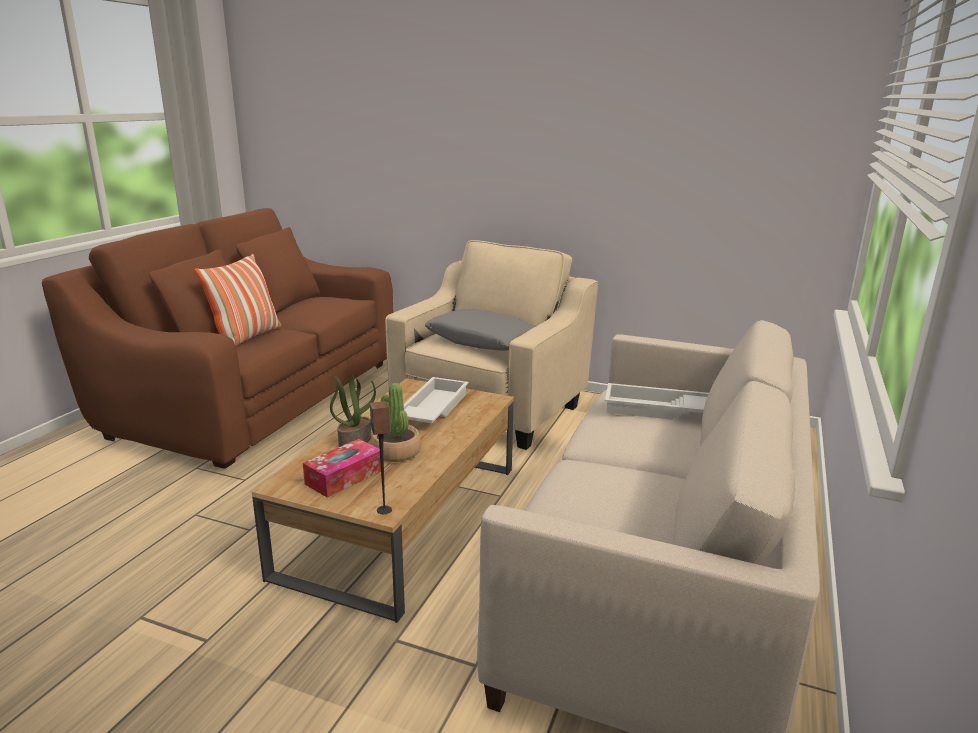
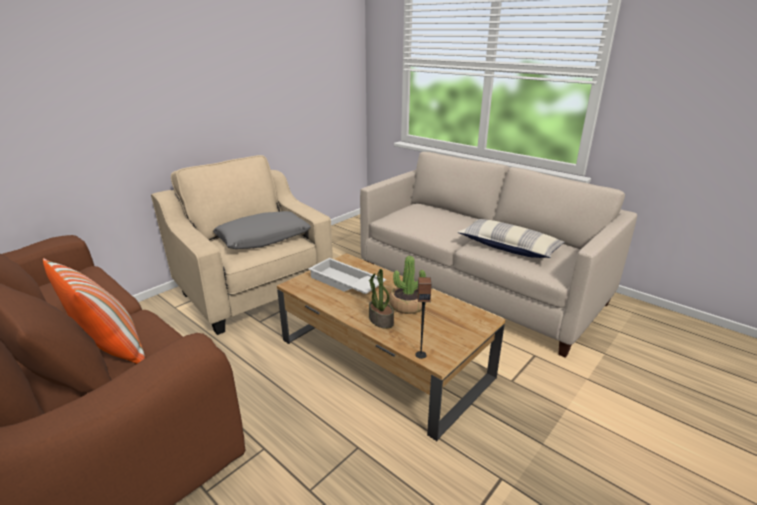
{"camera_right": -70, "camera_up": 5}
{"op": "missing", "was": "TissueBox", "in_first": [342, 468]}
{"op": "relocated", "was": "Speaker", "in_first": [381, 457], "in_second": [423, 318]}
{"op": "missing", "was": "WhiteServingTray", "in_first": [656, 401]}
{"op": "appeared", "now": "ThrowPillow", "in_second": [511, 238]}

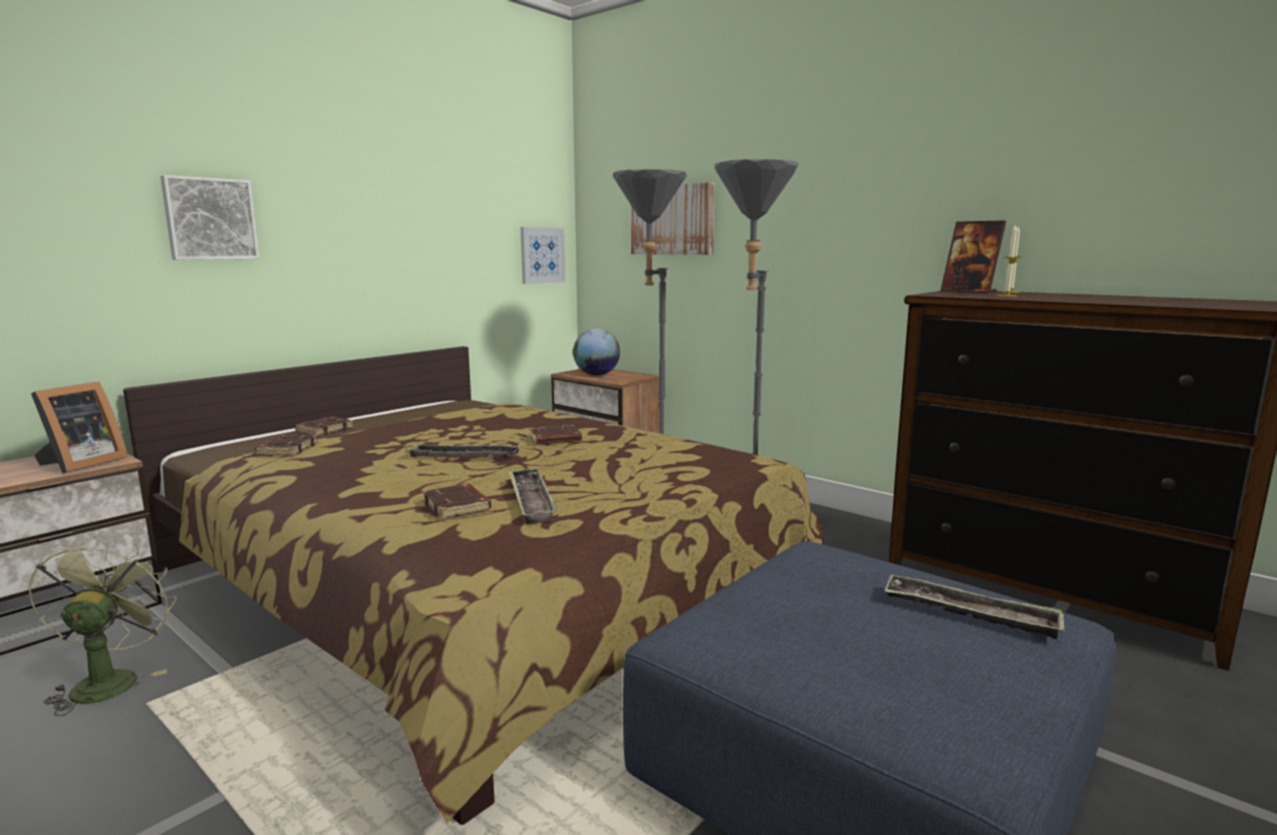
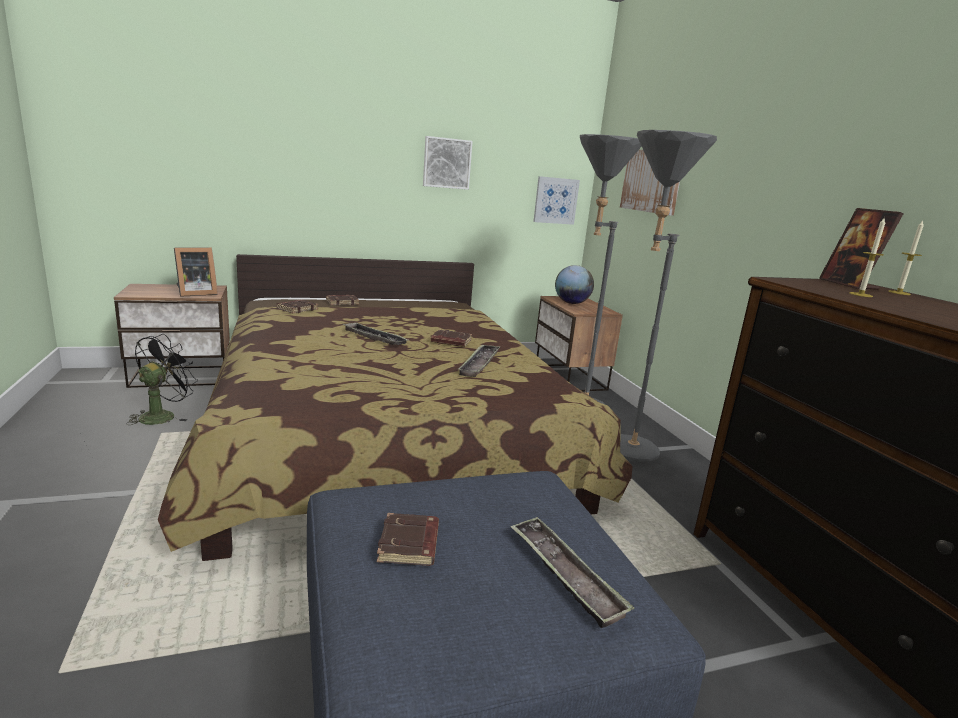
{"camera_right": 30, "camera_up": 5}
{"op": "colour", "was": "GreenishElectricFan", "now": "BlackColouredElectricFan", "in_first": [102, 626], "in_second": [162, 379]}
{"op": "relocated", "was": "WallPicture", "in_first": [209, 217], "in_second": [448, 163]}
{"op": "relocated", "was": "BrownColouredVolume", "in_first": [456, 501], "in_second": [408, 539]}
{"op": "relocated", "was": "ServingTray", "in_first": [533, 496], "in_second": [479, 361]}

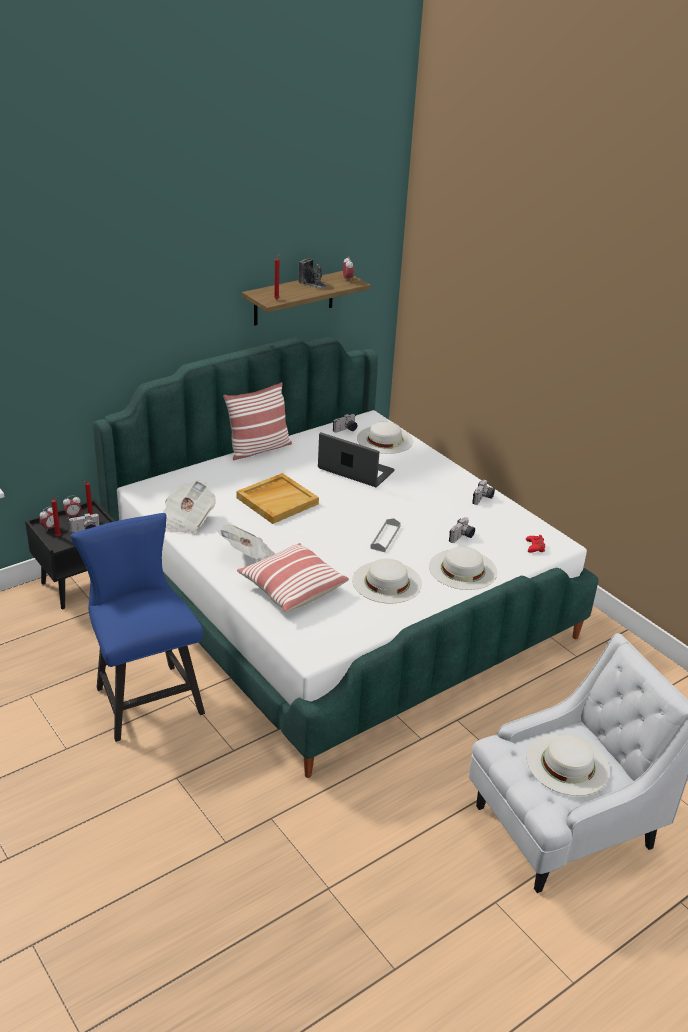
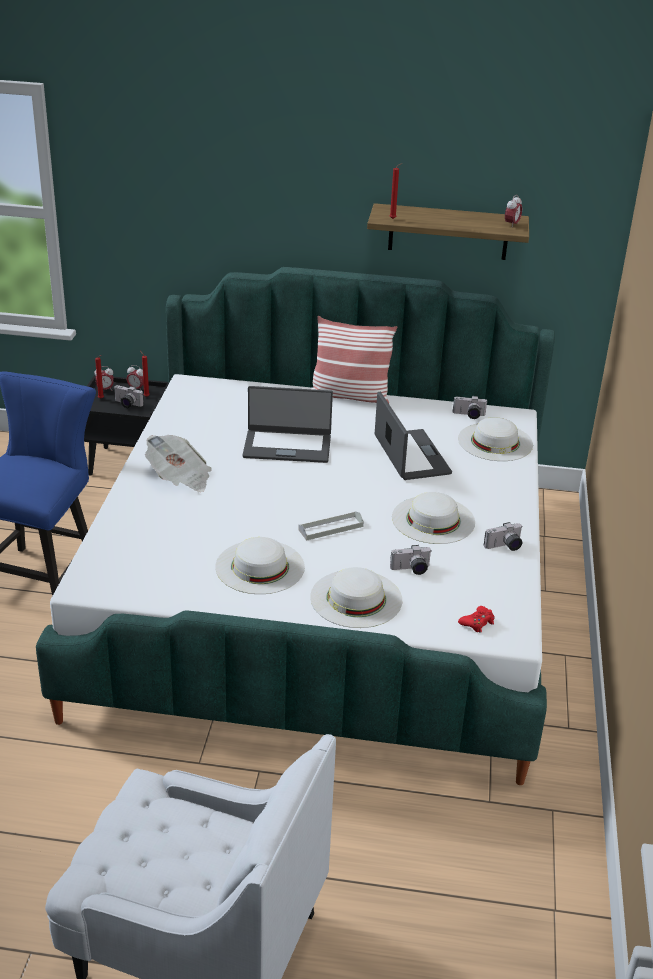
{"camera_right": 45, "camera_up": 0}
{"op": "missing", "was": "Newspaper", "in_first": [189, 507]}
{"op": "exchanged", "was": "BeigeColouredServingTray", "now": "NotebookComputer", "in_first": [277, 498], "in_second": [287, 424]}
{"op": "missing", "was": "ThrowPillow", "in_first": [293, 577]}
{"op": "missing", "was": "PhotoCamera", "in_first": [313, 273]}
{"op": "relocated", "was": "WhiteHat", "in_first": [568, 764], "in_second": [433, 518]}

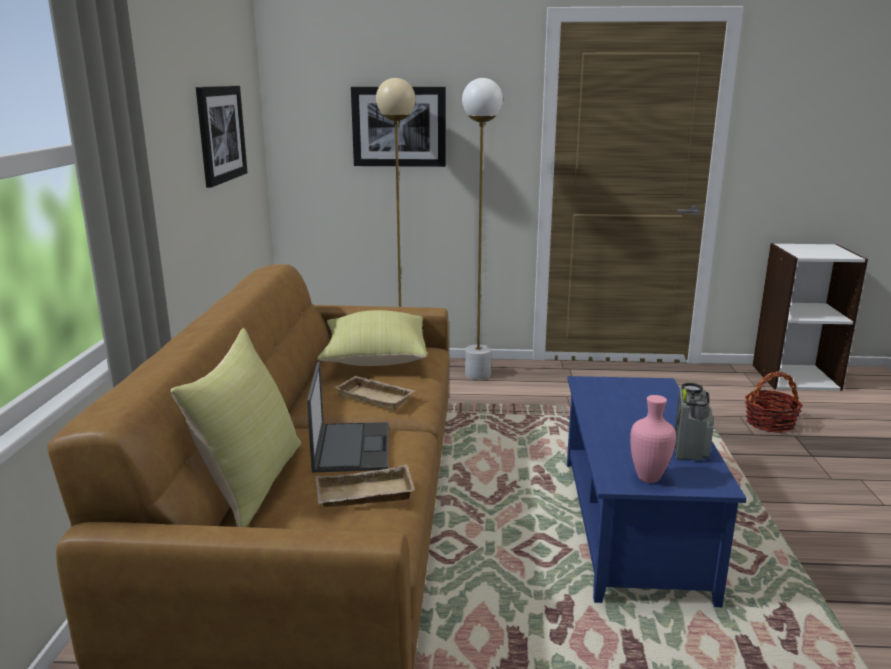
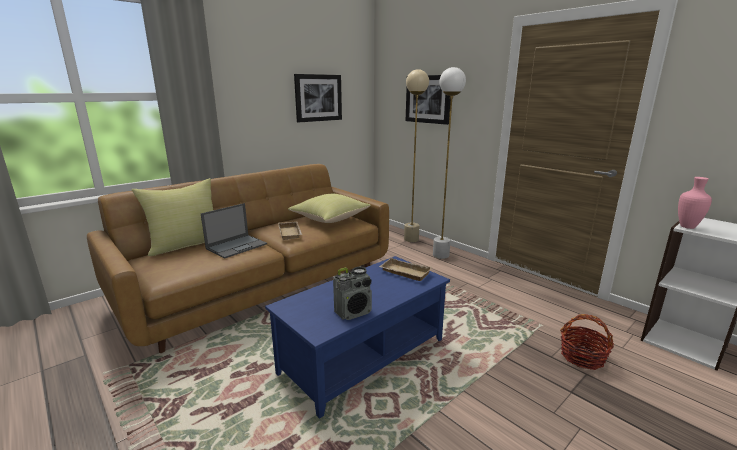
{"camera_right": 45, "camera_up": 0}
{"op": "relocated", "was": "BeigeColouredServingTray", "in_first": [365, 486], "in_second": [405, 269]}
{"op": "relocated", "was": "PinkDecorativeVase", "in_first": [653, 439], "in_second": [695, 203]}

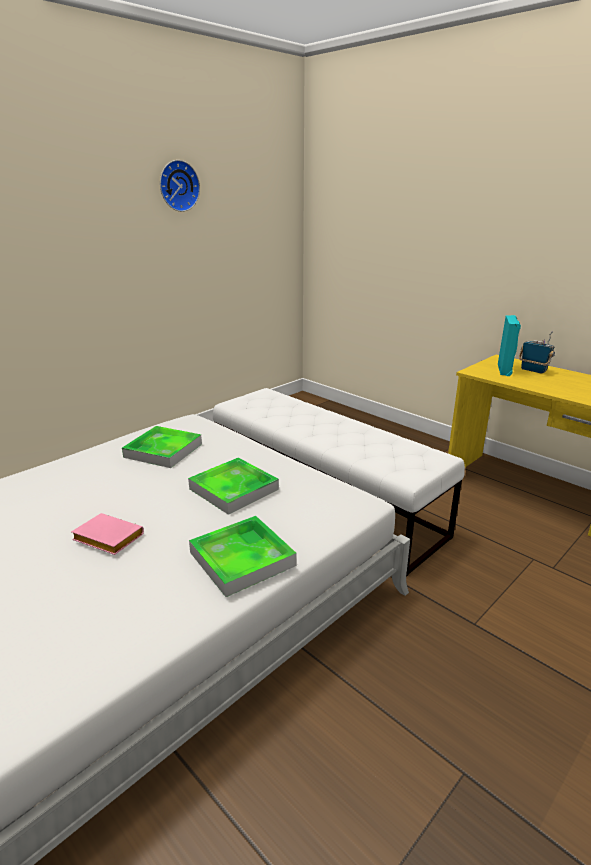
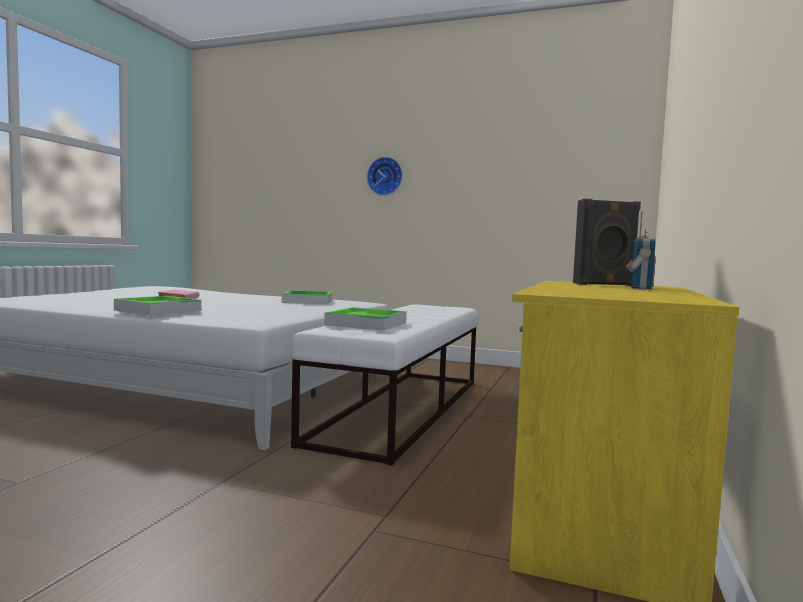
{"camera_right": 65, "camera_up": -20}
{"op": "relocated", "was": "WallClock", "in_first": [180, 186], "in_second": [385, 176]}
{"op": "relocated", "was": "ServingTray", "in_first": [233, 486], "in_second": [365, 318]}
{"op": "colour", "was": "TurquoiseColouredSpeaker", "now": "BlackColouredSpeaker", "in_first": [509, 345], "in_second": [607, 242]}

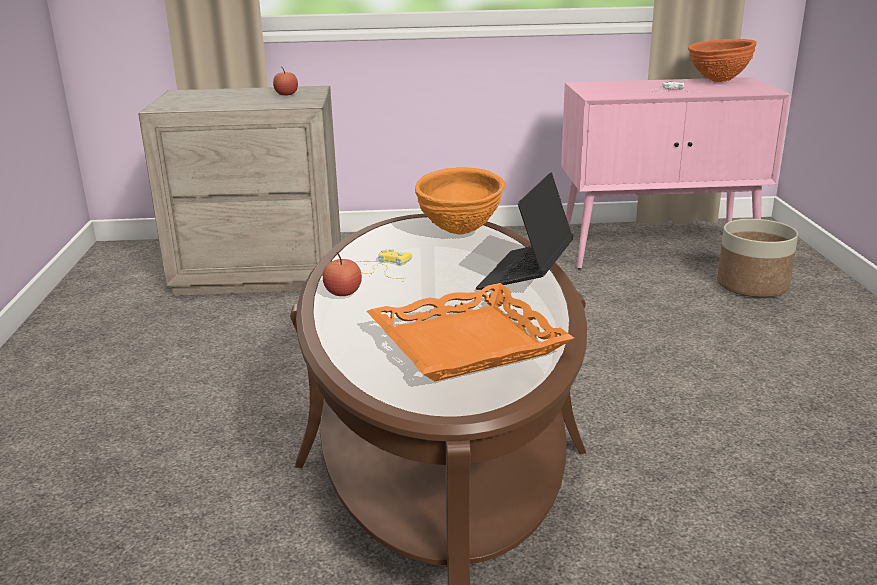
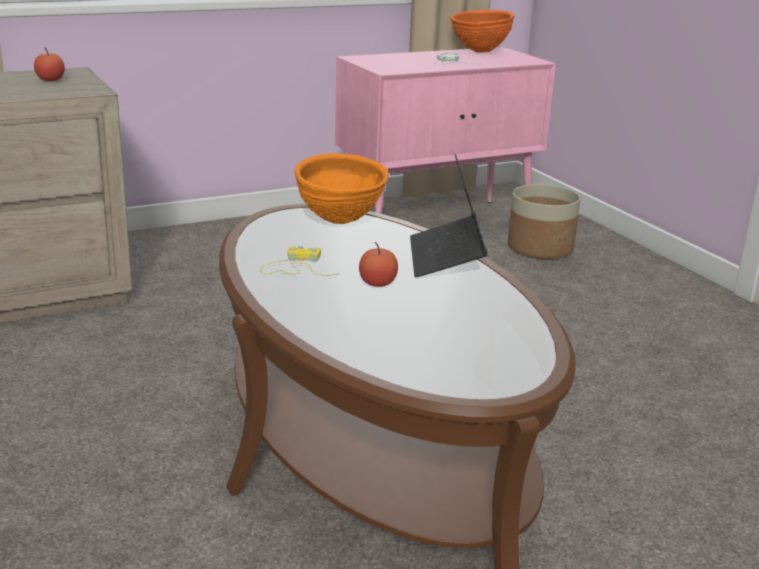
{"camera_right": -25, "camera_up": 0}
{"op": "relocated", "was": "WholeApple", "in_first": [342, 274], "in_second": [378, 264]}
{"op": "missing", "was": "OrangeyServingTray", "in_first": [470, 332]}

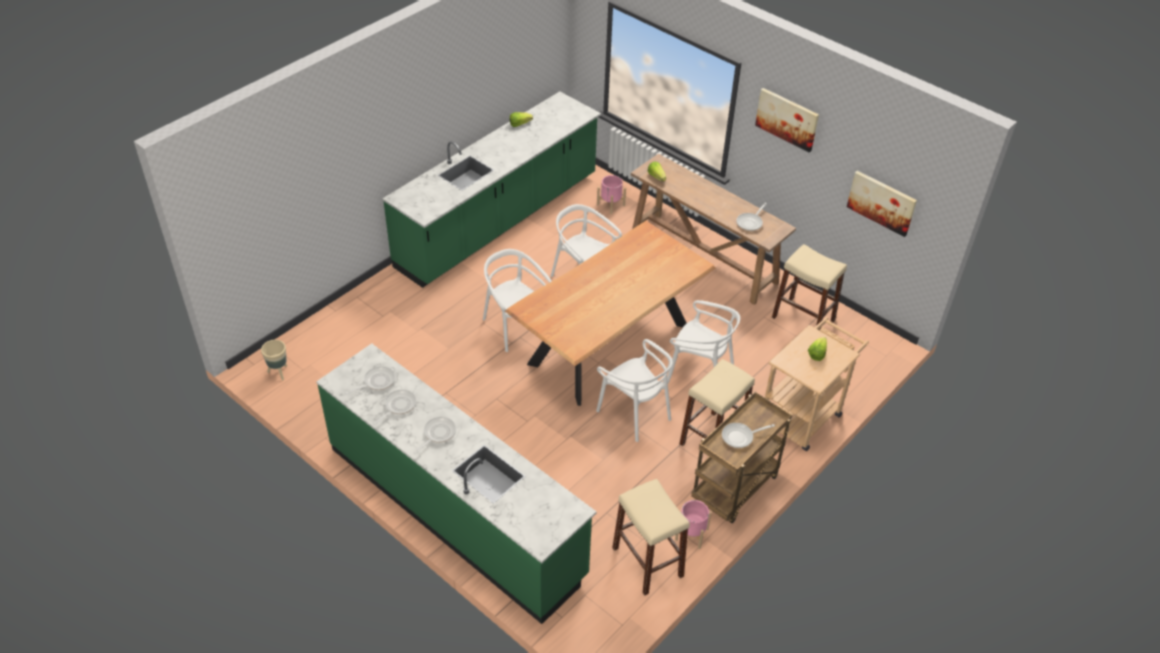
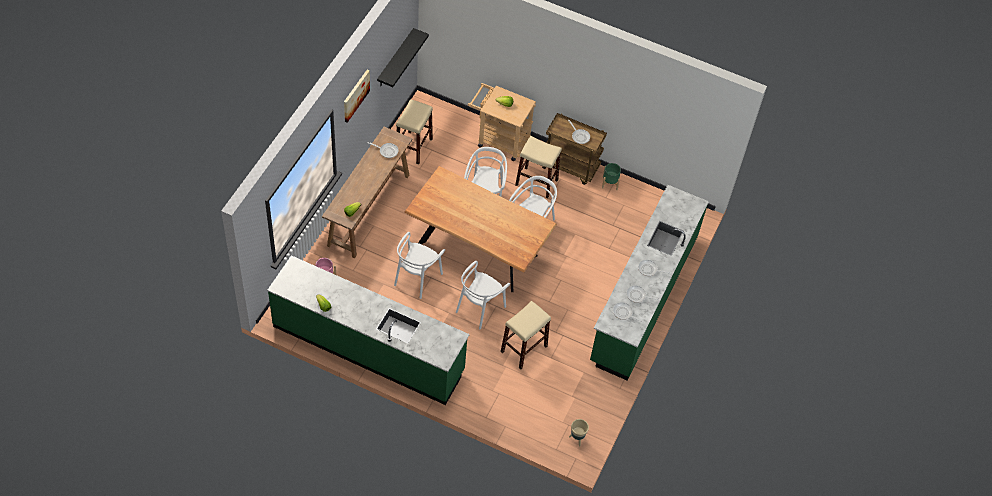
{"camera_right": -110, "camera_up": 10}
{"op": "relocated", "was": "BeigeColouredStoolSeat", "in_first": [651, 537], "in_second": [525, 335]}
{"op": "colour", "was": "PinkPlanter", "now": "GreenishPlanter", "in_first": [693, 524], "in_second": [611, 176]}
{"op": "exchanged", "was": "WallPicture", "now": "BlackColouredWallShelf", "in_first": [882, 204], "in_second": [403, 57]}

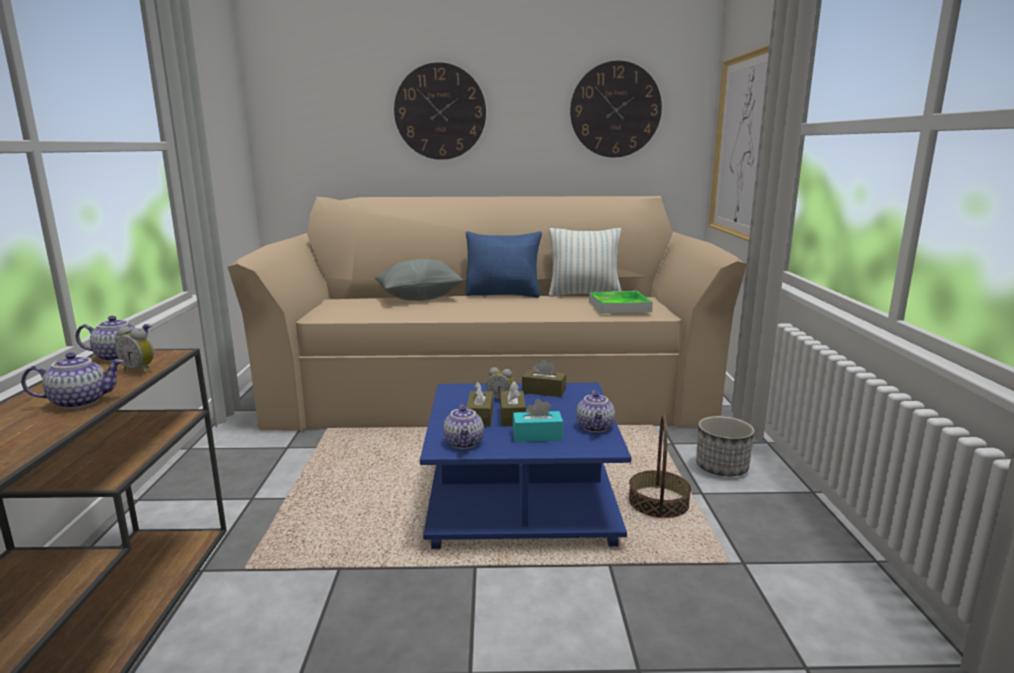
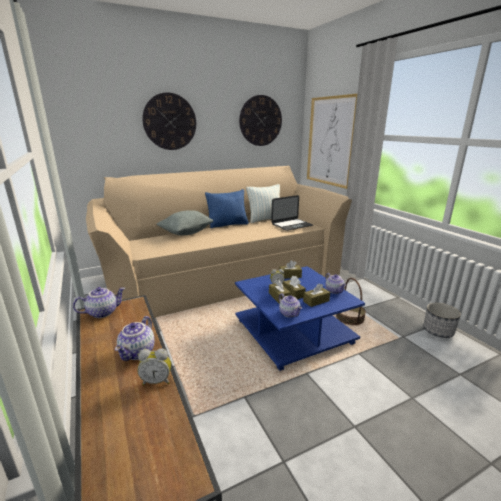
{"camera_right": -25, "camera_up": 5}
{"op": "spun", "was": "PotForTea", "in_first": [72, 380], "in_second": [135, 338], "clockwise": 150}
{"op": "relocated", "was": "AlarmClock", "in_first": [134, 350], "in_second": [154, 366]}
{"op": "colour", "was": "TurquoiseColouredTissueBox", "now": "BrownColouredTissueBox", "in_first": [537, 420], "in_second": [316, 295]}
{"op": "exchanged", "was": "ServingTray", "now": "NotebookComputer", "in_first": [621, 302], "in_second": [292, 213]}
{"op": "relocated", "was": "Planter", "in_first": [725, 446], "in_second": [442, 320]}

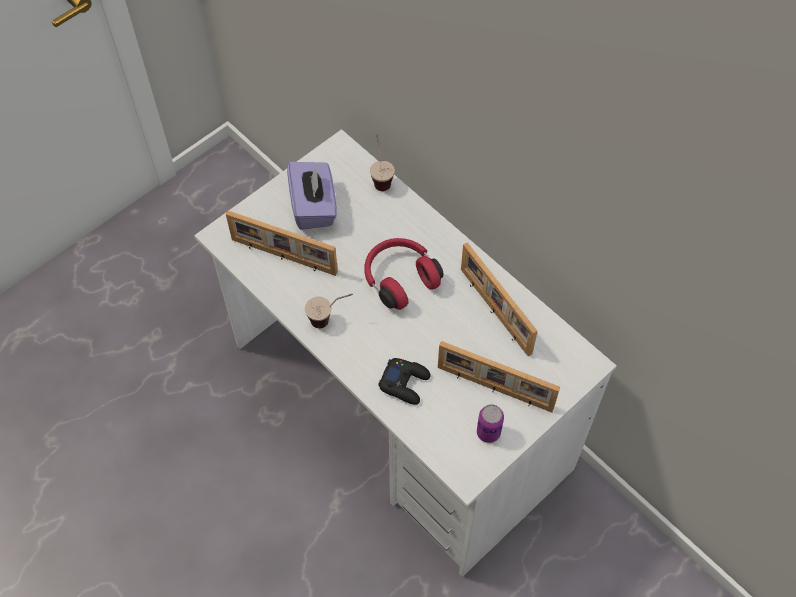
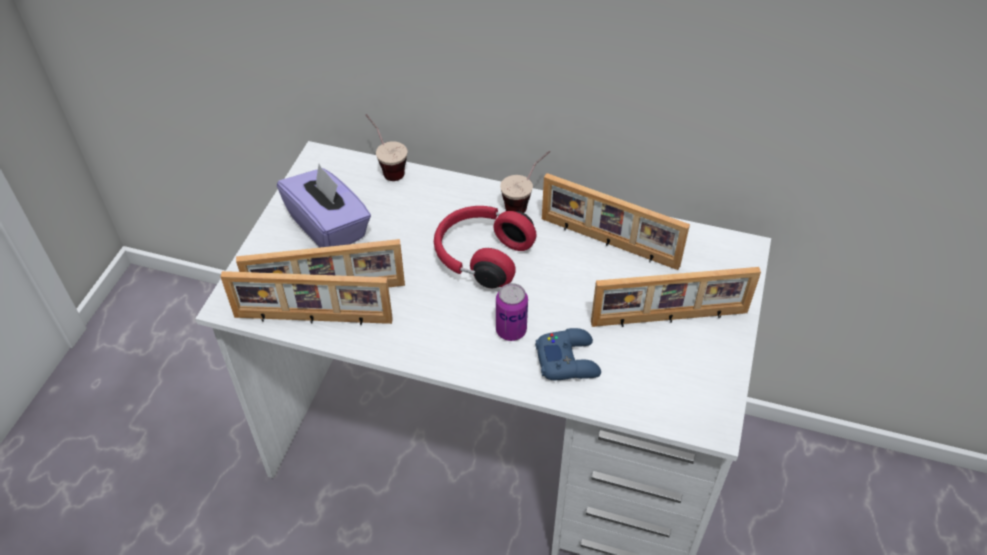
{"camera_right": -30, "camera_up": -10}
{"op": "relocated", "was": "DrinkingCup", "in_first": [329, 311], "in_second": [525, 181]}
{"op": "colour", "was": "BlackColouredGamepad", "now": "BlueColouredGamepad", "in_first": [404, 381], "in_second": [568, 354]}
{"op": "relocated", "was": "MetalCan", "in_first": [490, 423], "in_second": [512, 312]}
{"op": "appeared", "now": "StandingFrame", "in_second": [306, 298]}

